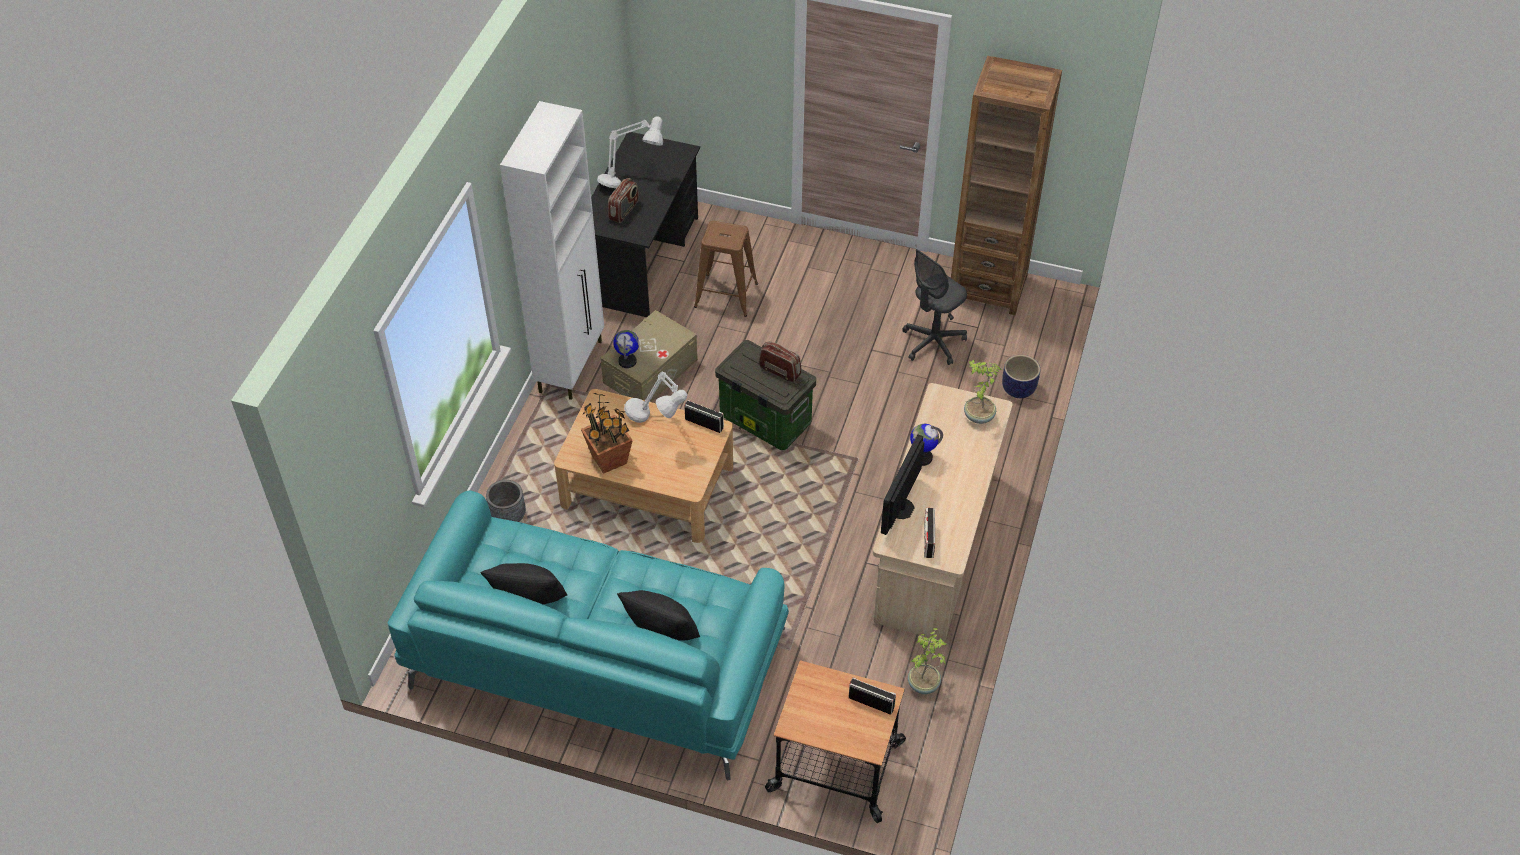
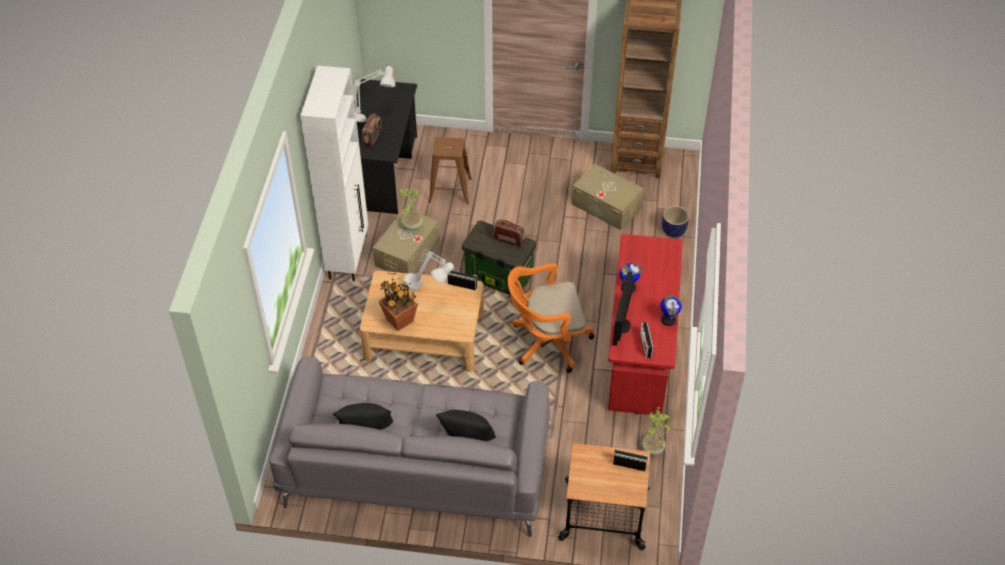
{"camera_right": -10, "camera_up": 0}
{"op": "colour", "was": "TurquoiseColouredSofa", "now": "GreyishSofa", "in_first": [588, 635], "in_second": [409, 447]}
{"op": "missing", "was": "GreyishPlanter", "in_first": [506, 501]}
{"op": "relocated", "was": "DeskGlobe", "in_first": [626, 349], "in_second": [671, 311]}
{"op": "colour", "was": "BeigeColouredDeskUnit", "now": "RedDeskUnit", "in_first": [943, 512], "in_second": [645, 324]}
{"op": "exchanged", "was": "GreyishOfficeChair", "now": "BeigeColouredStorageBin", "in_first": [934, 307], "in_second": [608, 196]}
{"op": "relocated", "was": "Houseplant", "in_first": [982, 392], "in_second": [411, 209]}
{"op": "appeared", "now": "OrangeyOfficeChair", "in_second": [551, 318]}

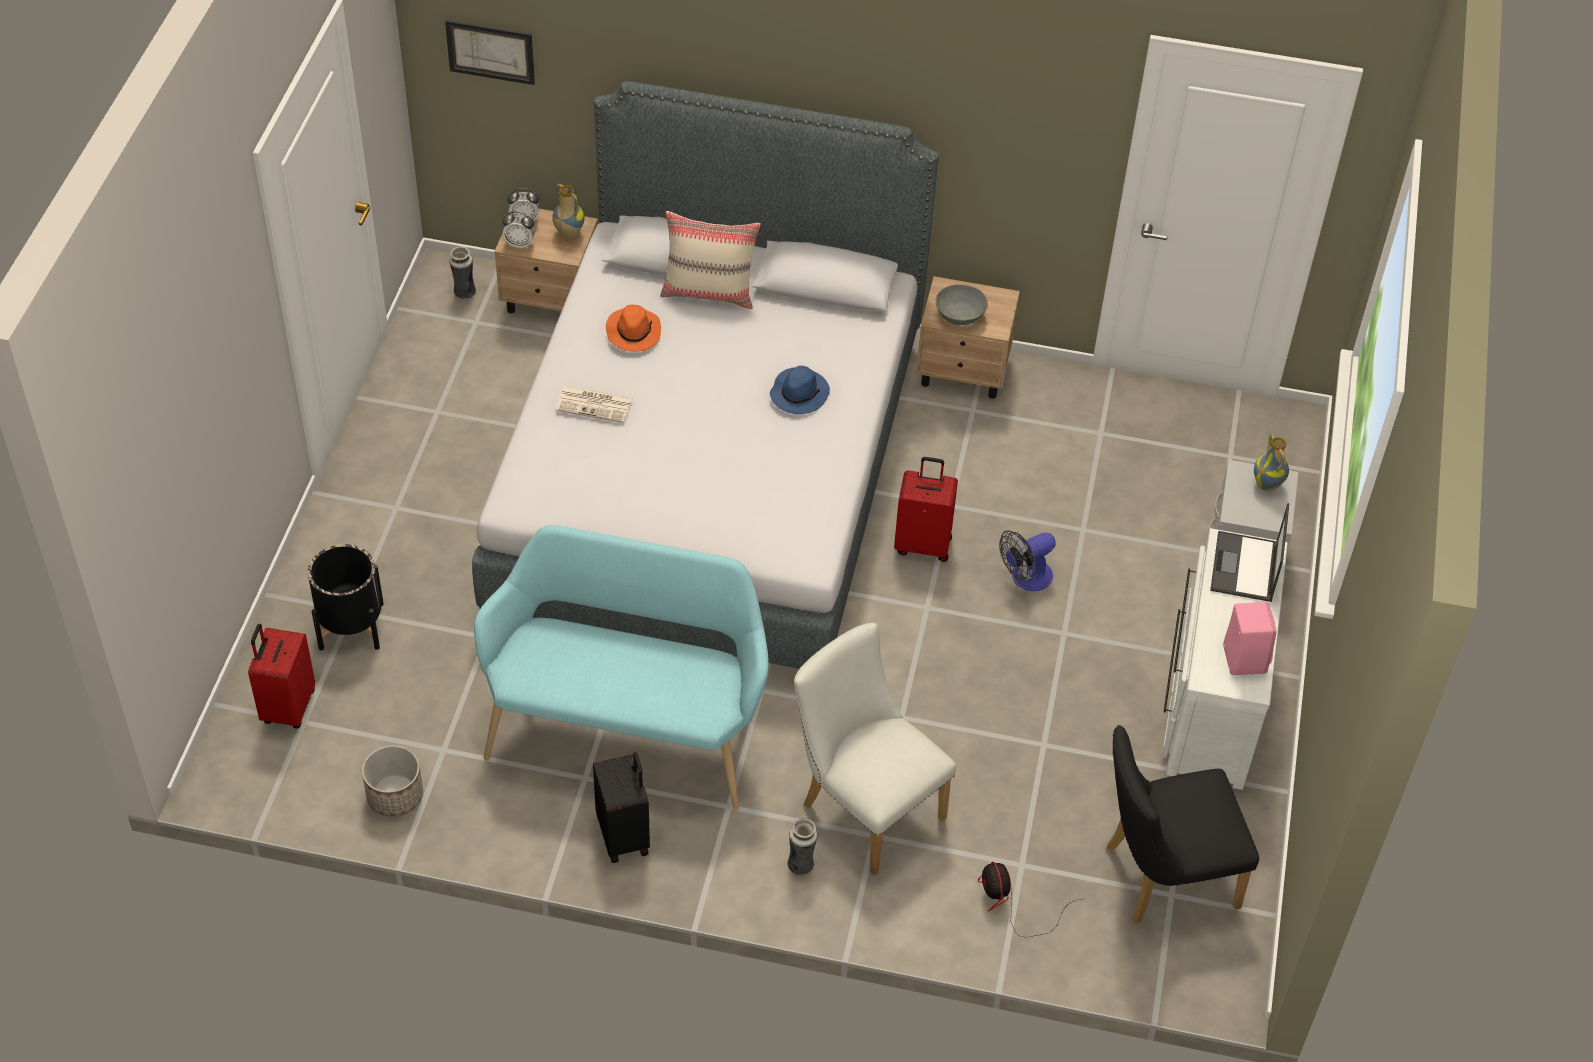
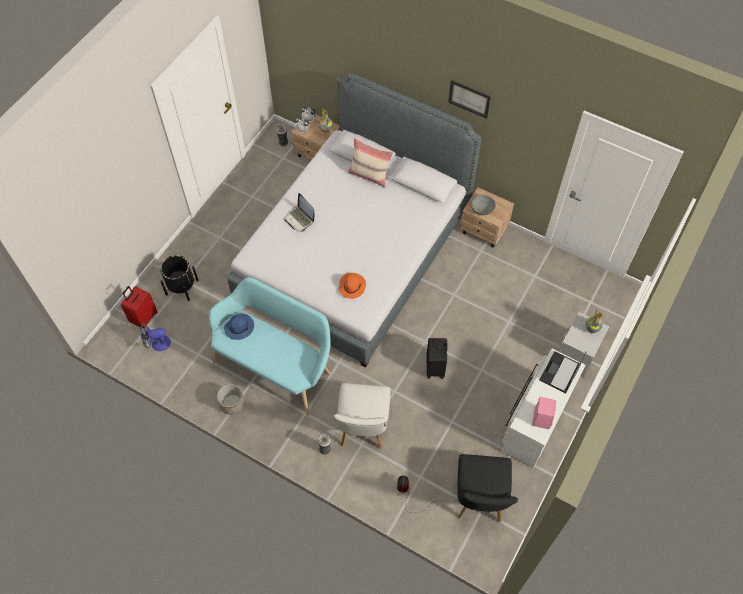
{"camera_right": 20, "camera_up": 10}
{"op": "relocated", "was": "Planter", "in_first": [392, 781], "in_second": [231, 399]}
{"op": "relocated", "was": "WallPicture", "in_first": [490, 52], "in_second": [469, 99]}
{"op": "exchanged", "was": "Newspaper", "now": "NotebookComputer", "in_first": [594, 404], "in_second": [299, 212]}
{"op": "relocated", "was": "BlackColouredPieceOfLuggage", "in_first": [621, 807], "in_second": [437, 358]}
{"op": "relocated", "was": "OrangeyHat", "in_first": [633, 328], "in_second": [352, 286]}
{"op": "relocated", "was": "BlueColouredHat", "in_first": [800, 390], "in_second": [239, 326]}
{"op": "spun", "was": "WhitePlainChair", "in_first": [875, 749], "in_second": [362, 416], "clockwise": -150}
{"op": "missing", "was": "RedPieceOfLuggage", "in_first": [926, 509]}
{"op": "relocated", "was": "ElectricFan", "in_first": [1027, 560], "in_second": [155, 337]}
{"op": "spun", "was": "BlackColouredPlainChair", "in_first": [1182, 824], "in_second": [488, 488], "clockwise": -90}

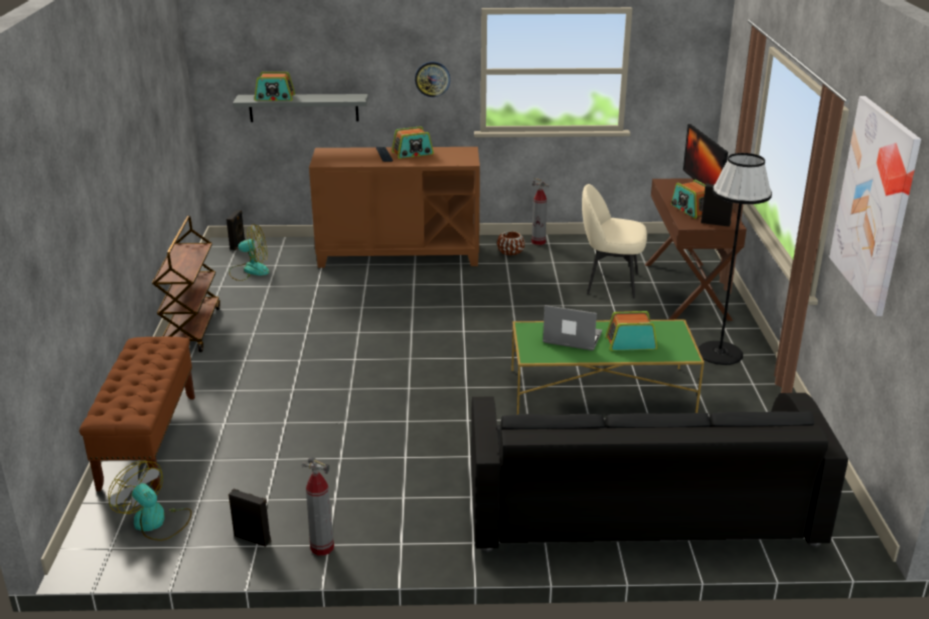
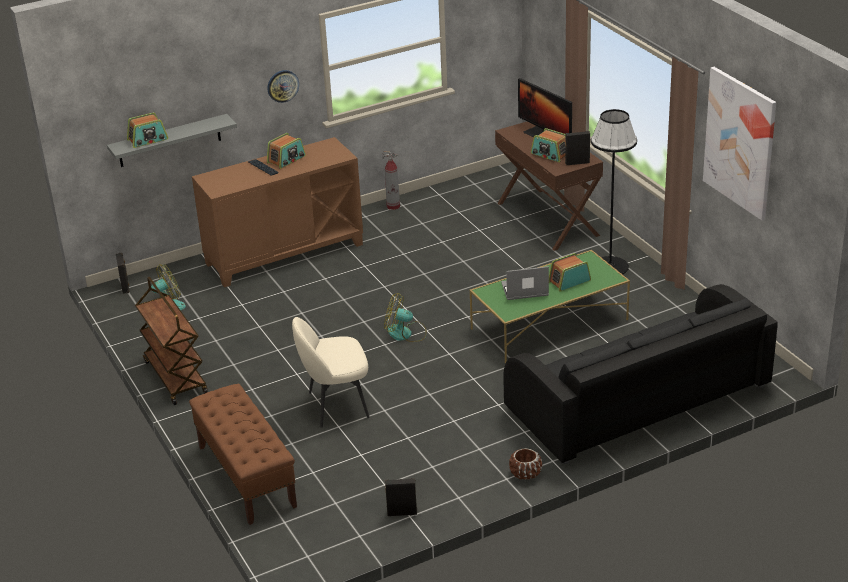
{"camera_right": -25, "camera_up": 5}
{"op": "relocated", "was": "ElectricFan", "in_first": [150, 501], "in_second": [405, 317]}
{"op": "missing", "was": "Extinguisher", "in_first": [317, 506]}
{"op": "relocated", "was": "BrownColouredPlanter", "in_first": [511, 243], "in_second": [525, 464]}
{"op": "relocated", "was": "BeigeColouredPlainChair", "in_first": [614, 241], "in_second": [331, 372]}

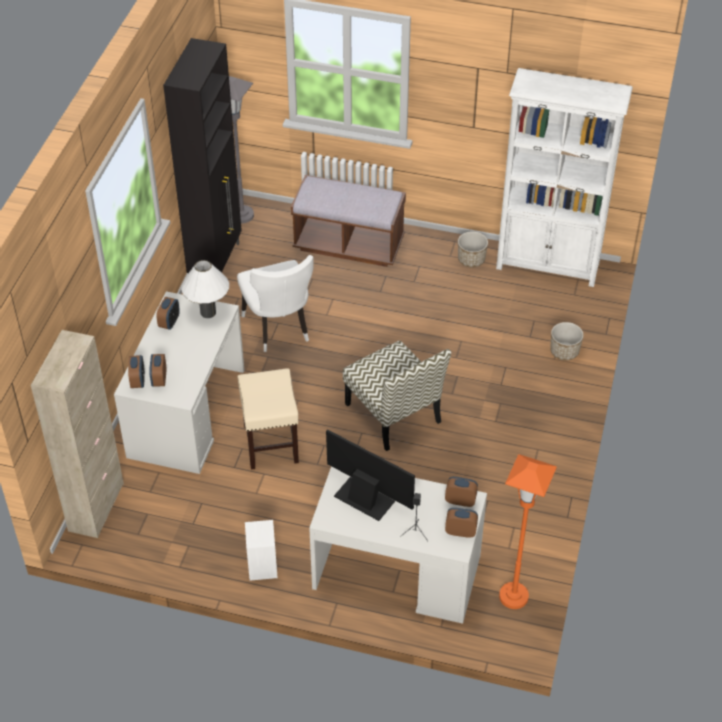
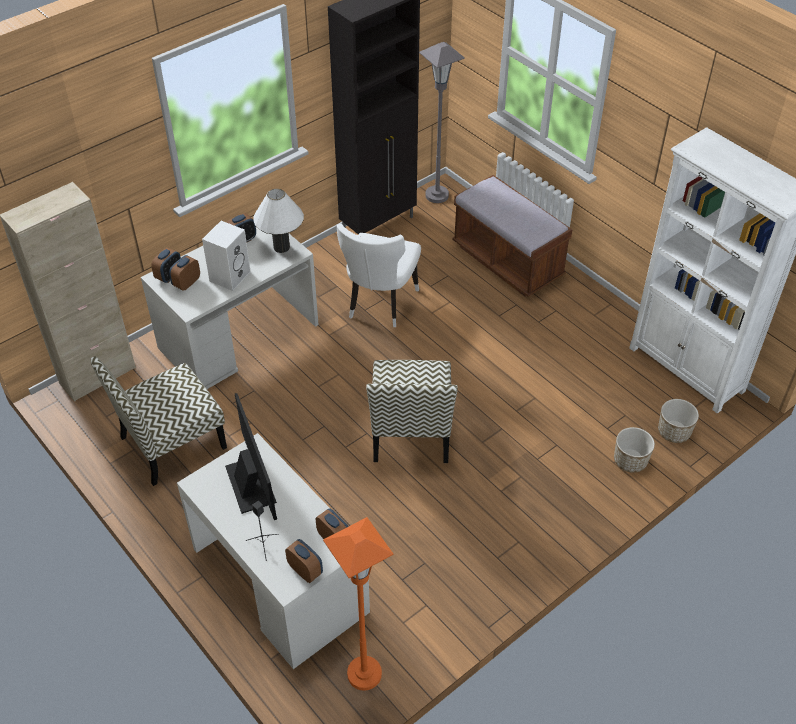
{"camera_right": 35, "camera_up": 0}
{"op": "missing", "was": "BeigeColouredStoolSeat", "in_first": [268, 419]}
{"op": "relocated", "was": "WhiteSpeaker", "in_first": [261, 550], "in_second": [226, 256]}
{"op": "relocated", "was": "Planter", "in_first": [473, 249], "in_second": [678, 421]}
{"op": "appeared", "now": "PlainChair", "in_second": [158, 421]}

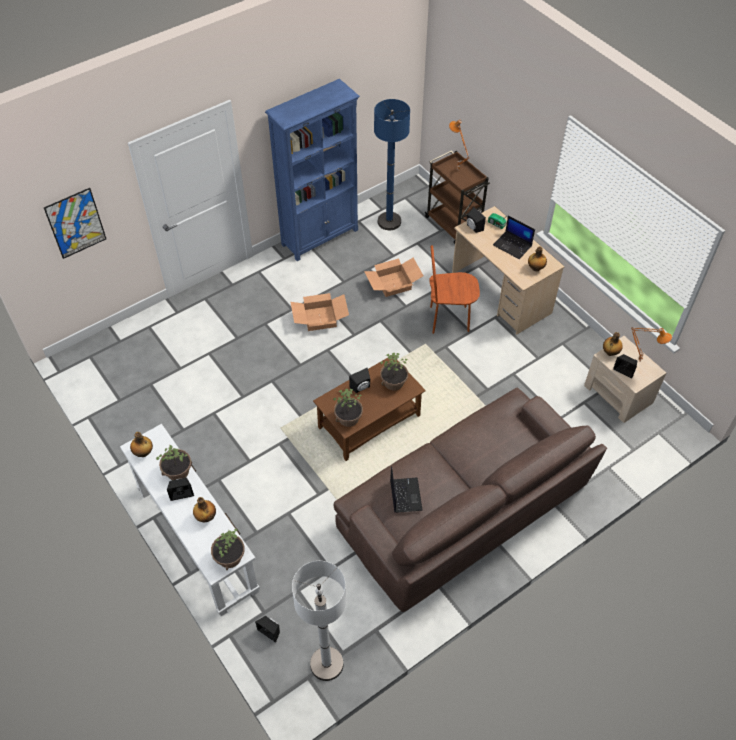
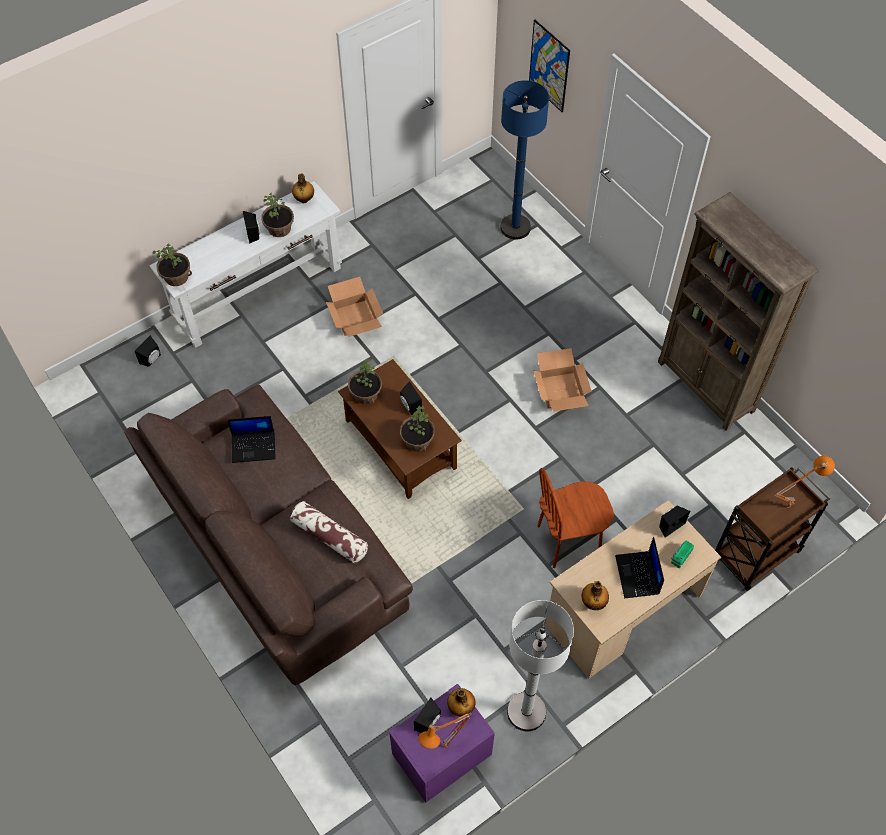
{"camera_right": 90, "camera_up": 5}
{"op": "missing", "was": "DrinkBottle", "in_first": [204, 509]}
{"op": "colour", "was": "BlueColouredBookshelf", "now": "BrownColouredBookshelf", "in_first": [312, 170], "in_second": [738, 311]}
{"op": "relocated", "was": "WhiteFloorLamp", "in_first": [319, 621], "in_second": [540, 665]}
{"op": "relocated", "was": "CardboardBox", "in_first": [394, 277], "in_second": [354, 307]}
{"op": "relocated", "was": "BlueColouredFloorLamp", "in_first": [392, 164], "in_second": [524, 160]}
{"op": "spun", "was": "BrownColouredPlainChair", "in_first": [454, 289], "in_second": [575, 518], "clockwise": -105}
{"op": "spun", "was": "NotebookComputer", "in_first": [514, 237], "in_second": [639, 567], "clockwise": -45}
{"op": "colour", "was": "BeigeColouredBedsideTable", "now": "PurplishBedsideTable", "in_first": [625, 379], "in_second": [442, 743]}
{"op": "appeared", "now": "ThrowPillow", "in_second": [329, 532]}

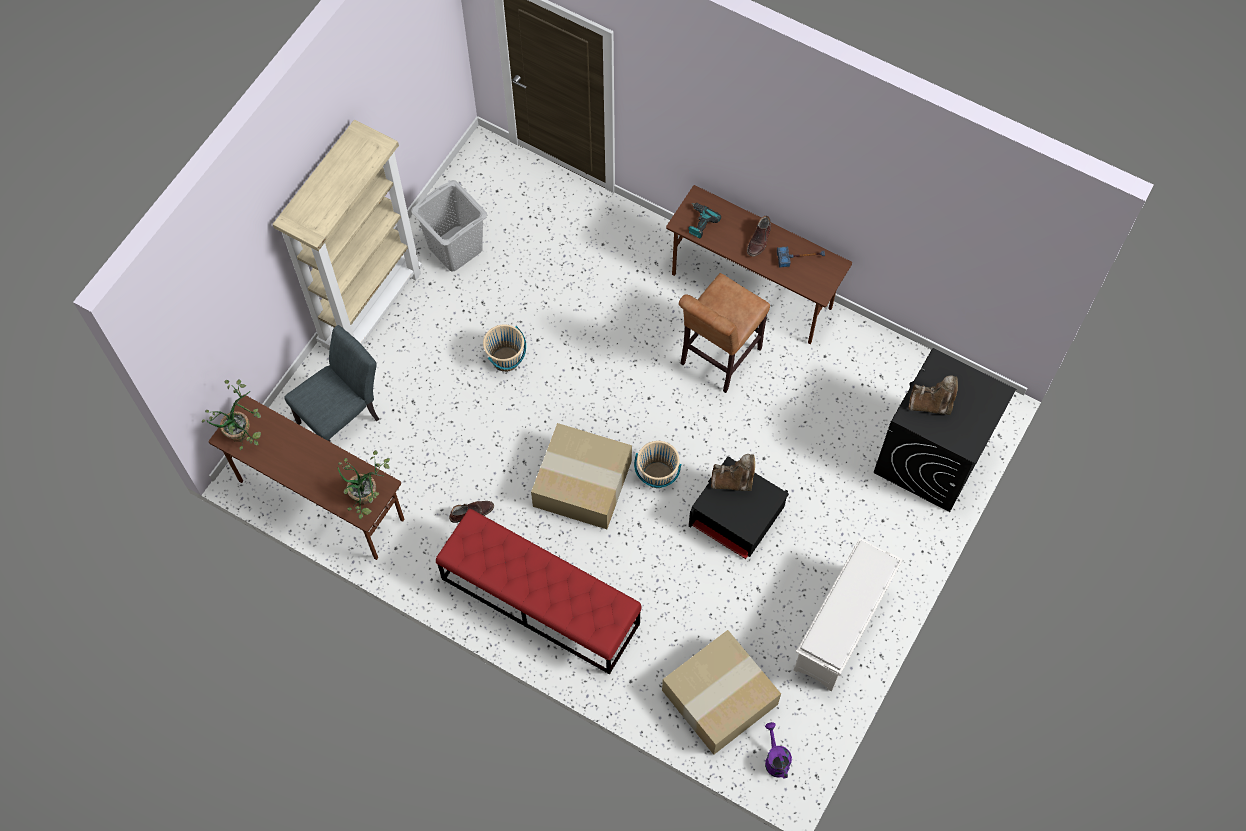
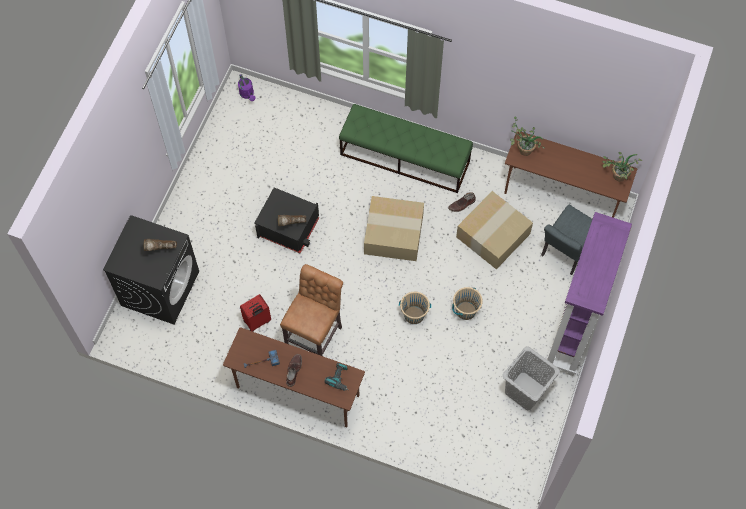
{"camera_right": 170, "camera_up": 0}
{"op": "colour", "was": "BeigeColouredBookshelf", "now": "PurplishBookshelf", "in_first": [347, 235], "in_second": [589, 294]}
{"op": "colour", "was": "RedIndoorBench", "now": "GreenishIndoorBench", "in_first": [539, 592], "in_second": [406, 148]}
{"op": "relocated", "was": "BeigeColouredPail", "in_first": [657, 464], "in_second": [415, 308]}
{"op": "relocated", "was": "CardboardBox", "in_first": [721, 692], "in_second": [494, 230]}
{"op": "missing", "was": "WhiteShoeStand", "in_first": [848, 614]}
{"op": "appeared", "now": "RedPieceOfLuggage", "in_second": [255, 313]}

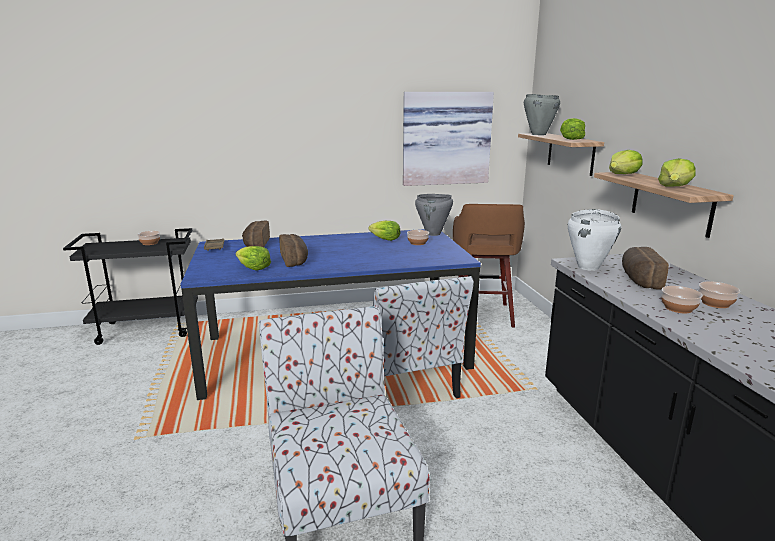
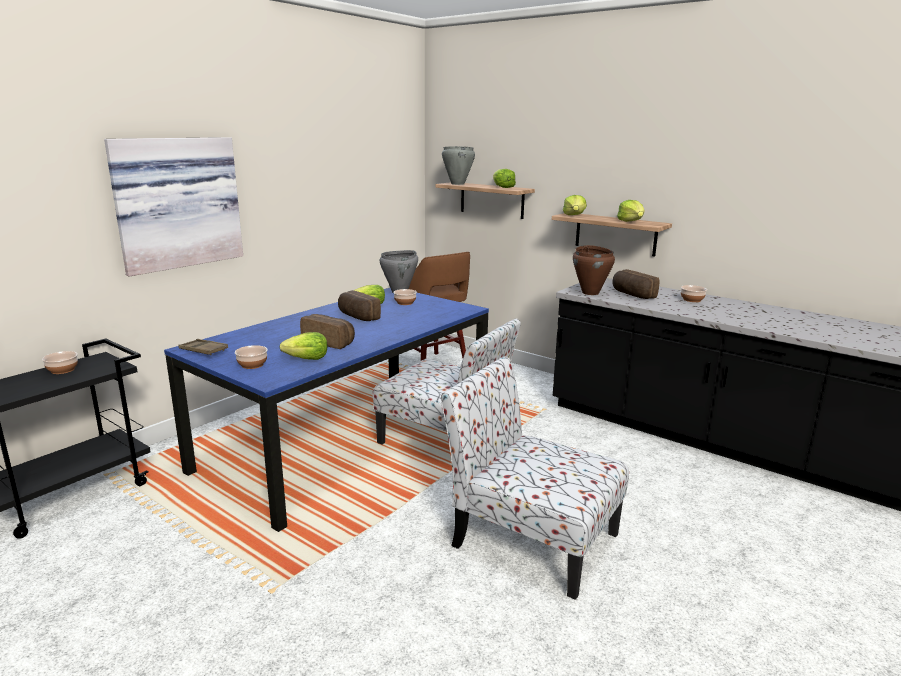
{"camera_right": -40, "camera_up": 0}
{"op": "relocated", "was": "BakeryBread", "in_first": [256, 234], "in_second": [359, 305]}
{"op": "relocated", "was": "WallPicture", "in_first": [448, 139], "in_second": [173, 207]}
{"op": "colour", "was": "WhiteCookingPot", "now": "BrownColouredCookingPot", "in_first": [594, 240], "in_second": [594, 270]}
{"op": "relocated", "was": "DeepDish", "in_first": [682, 299], "in_second": [251, 357]}

